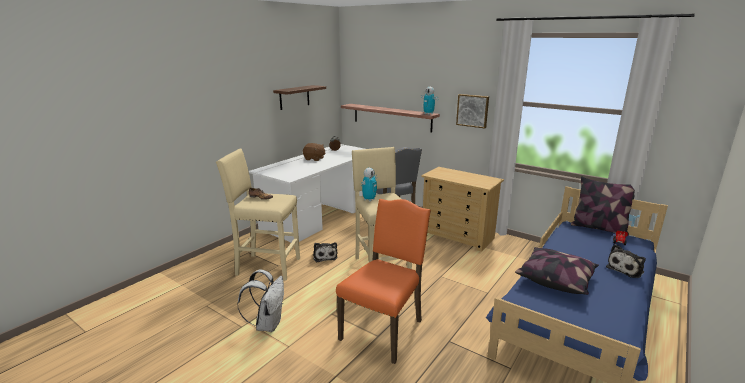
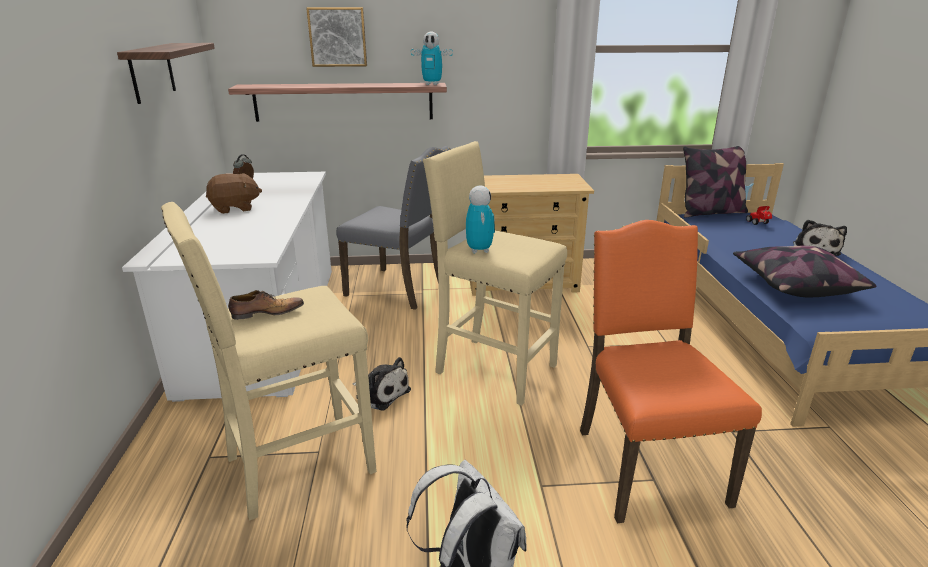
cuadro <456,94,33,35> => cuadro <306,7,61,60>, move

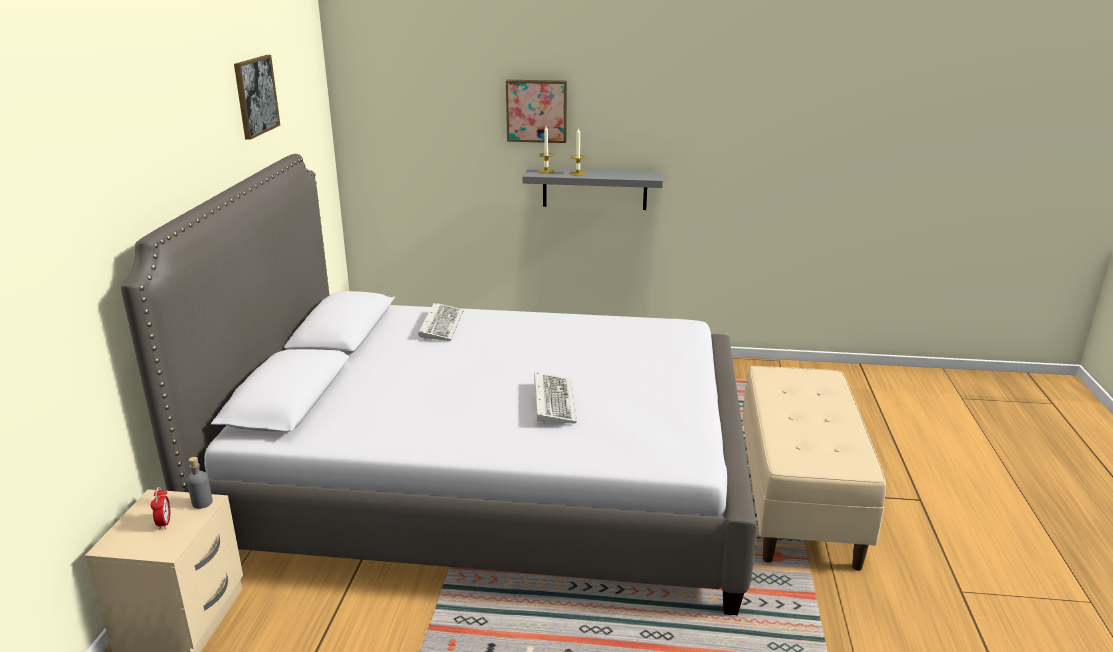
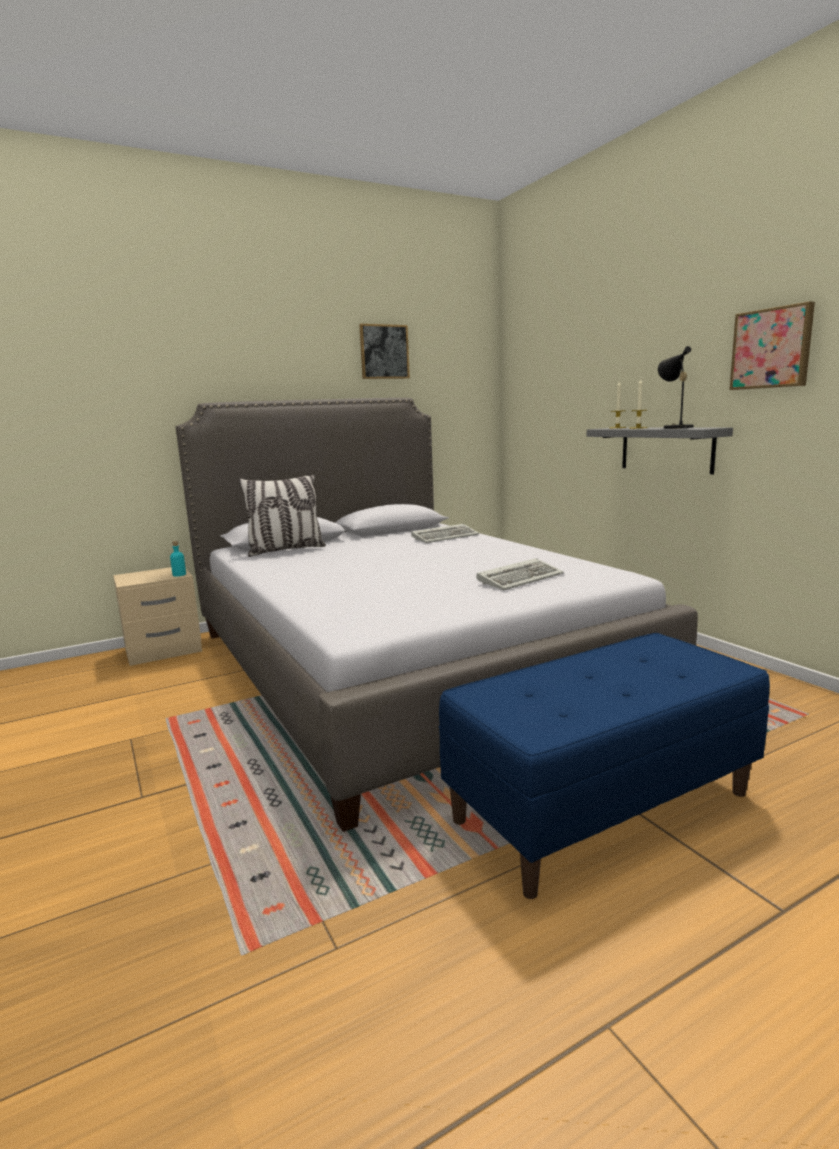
despertador <151,487,19,43> => nothing
botella/gris <187,457,26,52> => botella/turquesa <170,541,16,36>
cuadro <506,80,61,63> => cuadro <729,301,86,89>, move
teclado <534,372,43,52> => teclado <476,558,88,32>, move
banco/beis <742,366,144,205> => banco/azul <439,633,331,266>
nothing => cojín <239,474,87,83>
nothing => lámpara de mesa/negro <658,346,36,83>

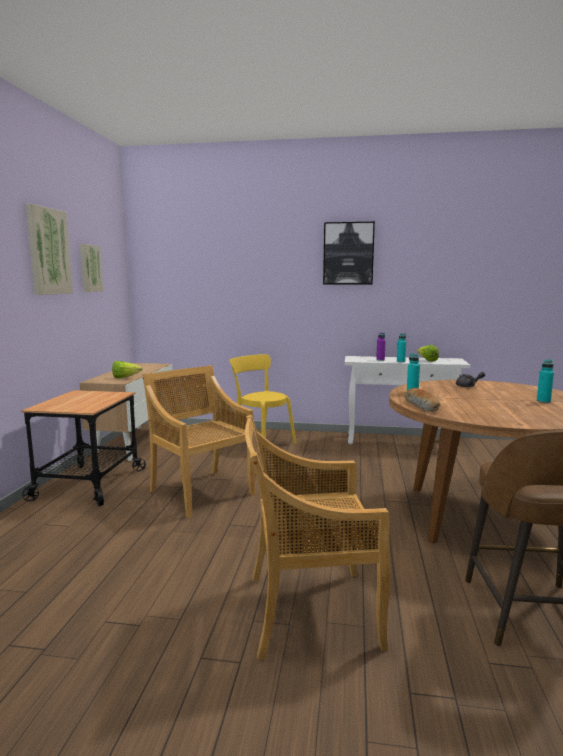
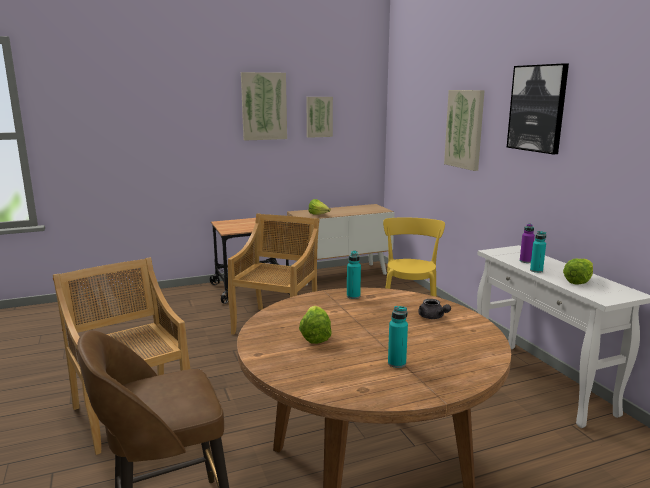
pan <405,388,36,24> => nothing
nothing => lechuga <299,306,33,38>
nothing => cuadro <444,90,41,81>

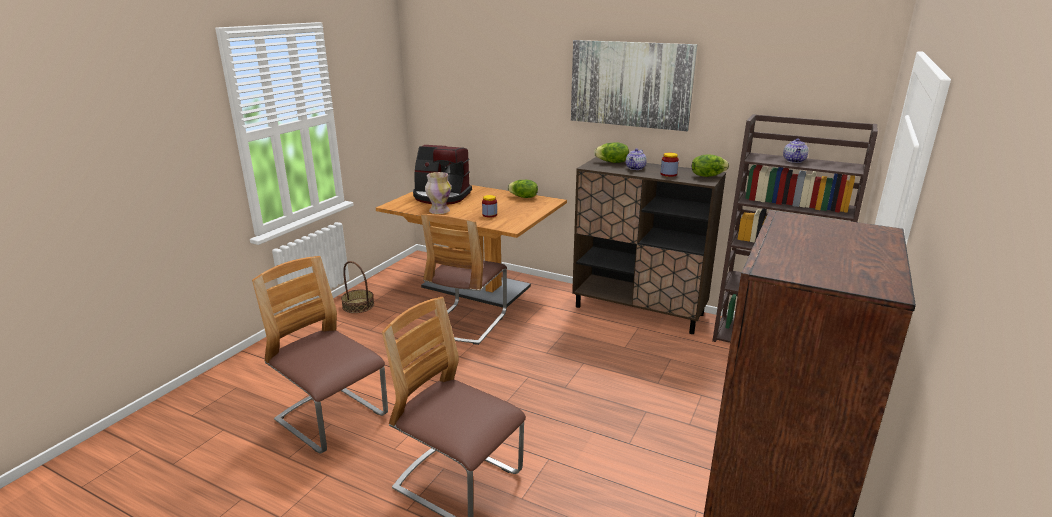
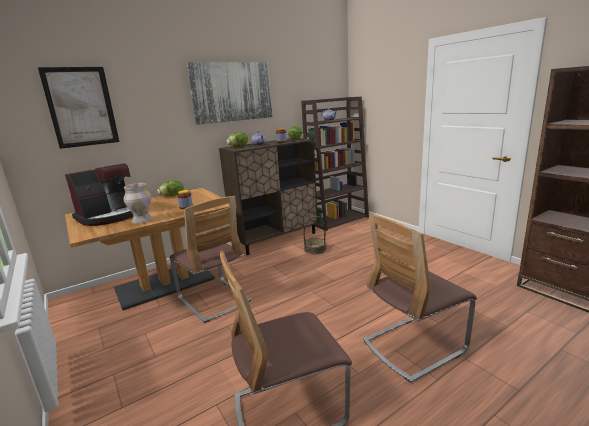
cesta <341,261,33,52> => cesta <303,216,24,38>, move
nothing => cuadro <38,67,81,82>

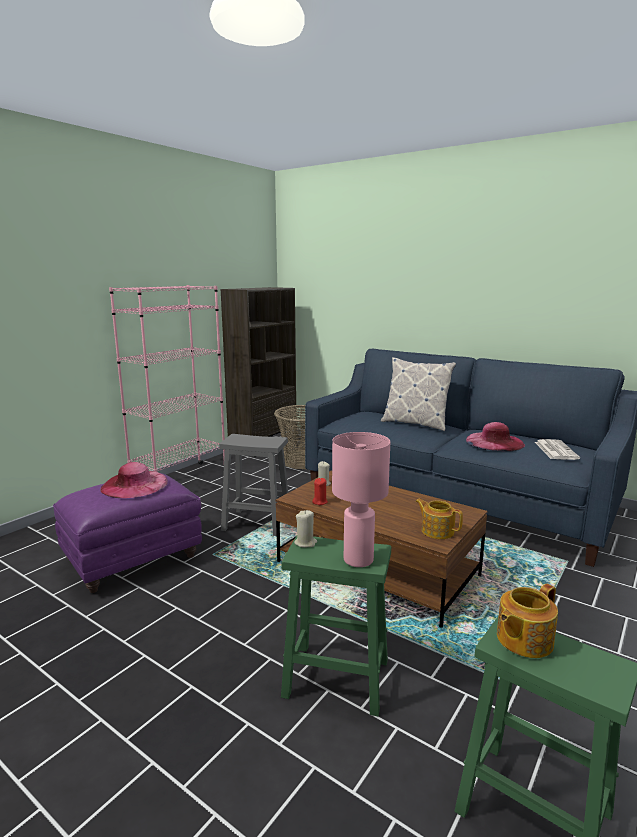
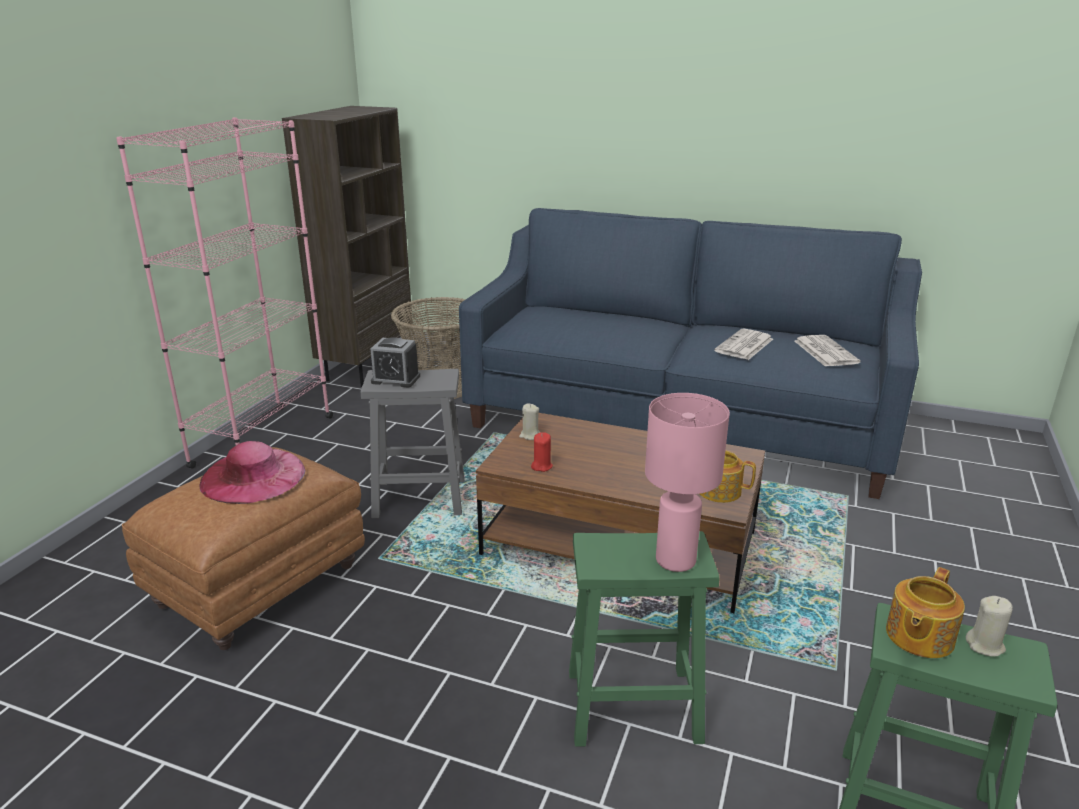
puf/morado <53,473,149,120> => puf/marrón <122,447,243,203>
vela/beis <294,510,23,38> => vela/beis <966,596,47,61>, move
cojín <381,357,75,74> => nothing
sombrero/rosa <466,422,59,29> => periódico <714,329,59,31>
nothing => despertador <370,337,50,50>

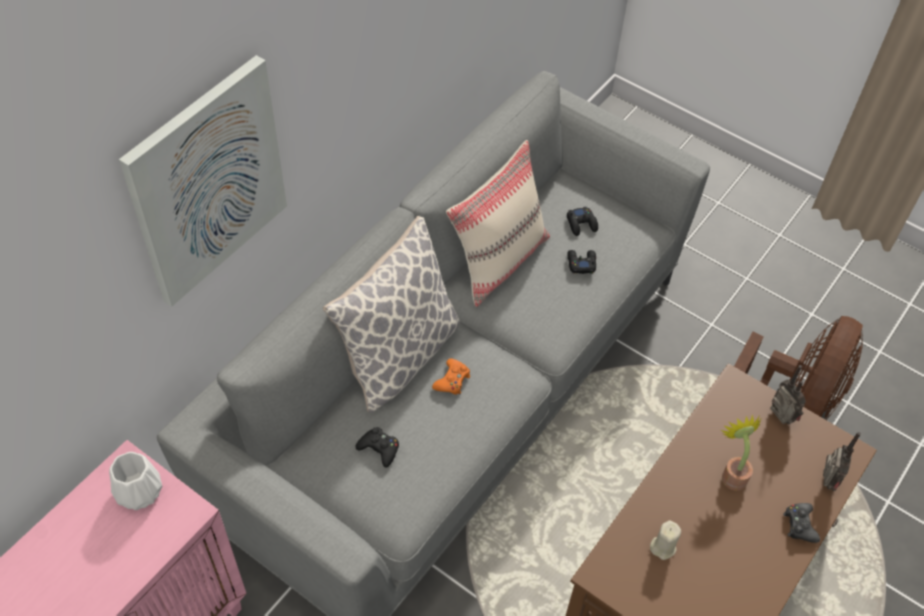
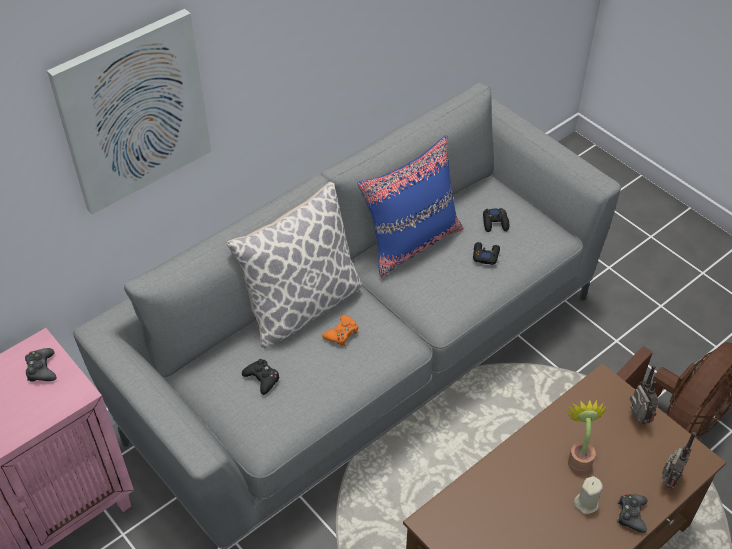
florero/blanco <109,452,53,58> => mando de consola/negro <25,348,31,34>
cojín/beis <446,140,104,167> => cojín/azul <357,135,107,142>
vela/beis <650,521,31,39> => vela/beis <574,476,29,38>, move

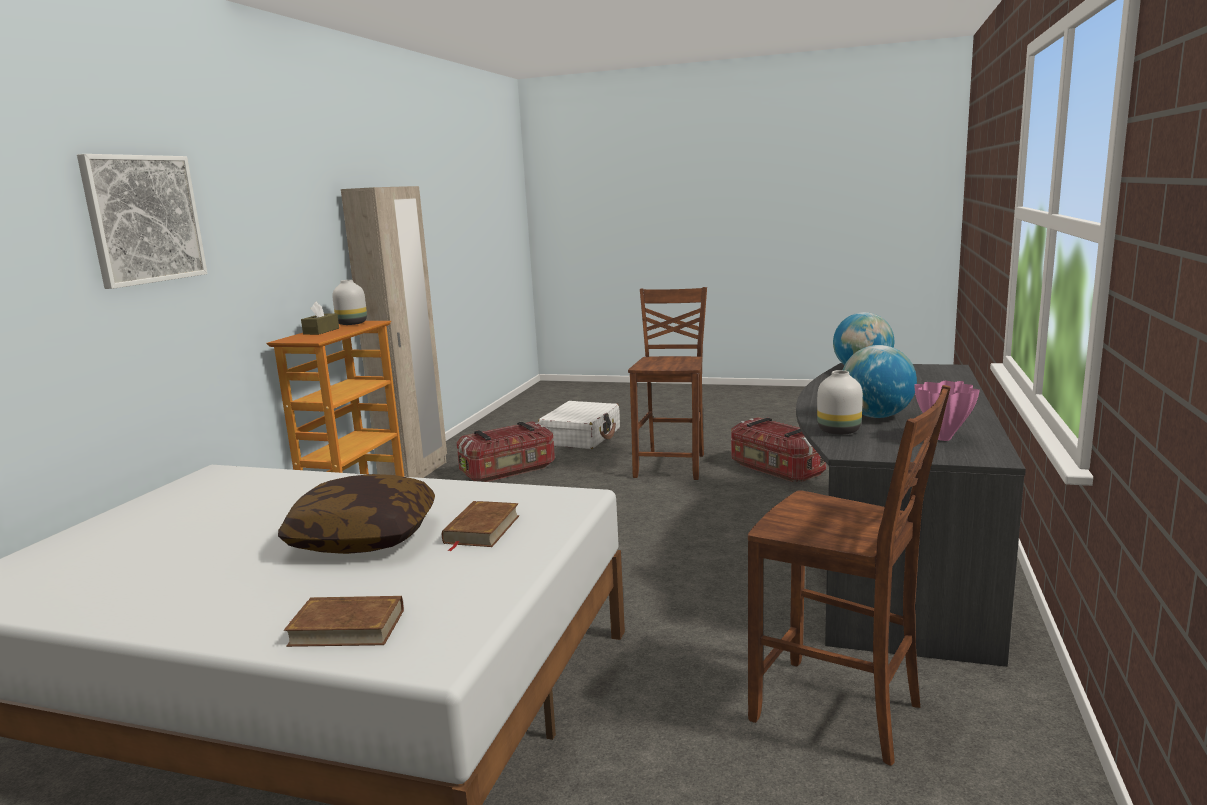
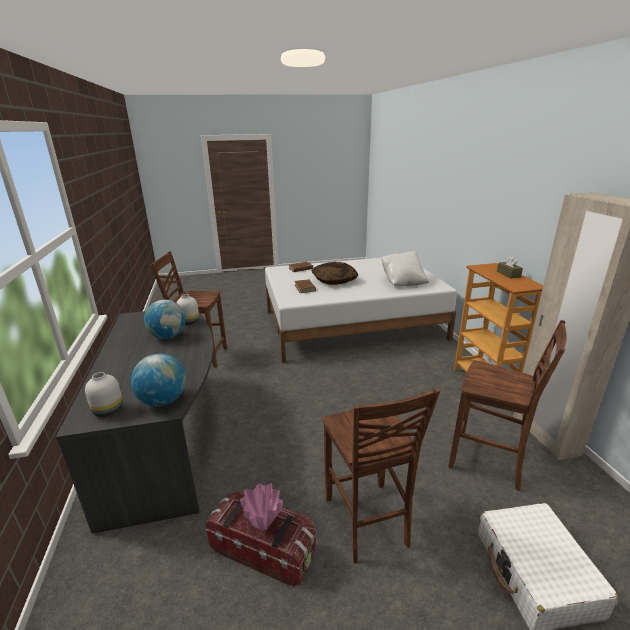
cuadro <77,154,131,135> => nothing
florero/blanco <332,280,35,45> => florero/blanco <85,372,38,45>, move
caja de almacenaje <457,421,98,61> => silla/marrón <448,320,119,171>
florero/rosa <914,381,66,60> => florero/rosa <240,483,43,48>, move
nothing => cojín/blanco <381,251,48,35>

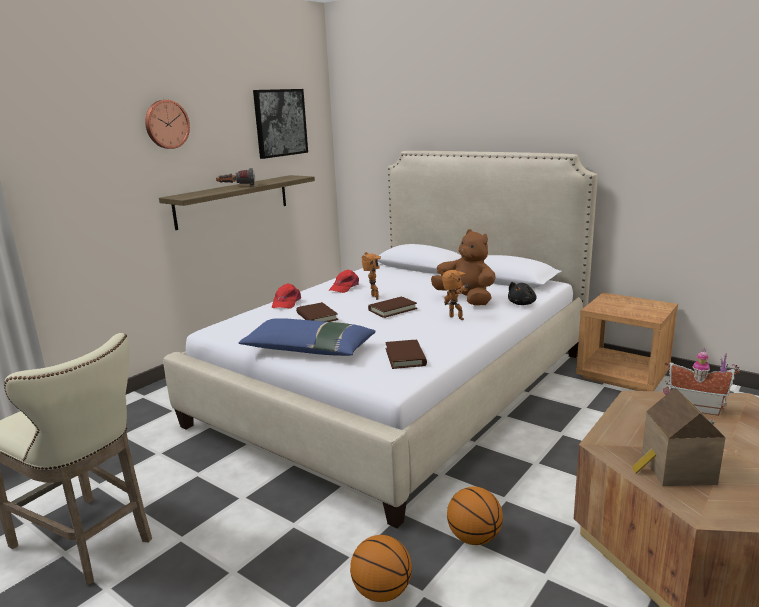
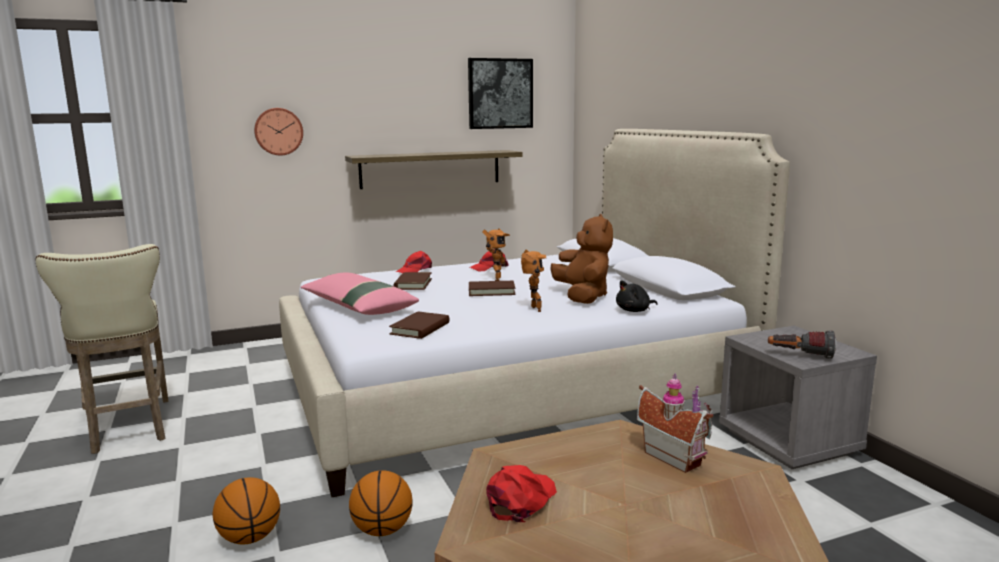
reloj de pared <145,100,45,49> => reloj de pared <254,108,49,48>, move
linterna <216,168,39,18> => linterna <768,330,68,29>, move
cojín/azul <239,318,136,38> => cojín/rosa <300,273,119,42>
mesita de noche/marrón <576,293,102,98> => mesita de noche/gris <719,326,158,143>
casita <631,387,95,99> => gorra/rojo <486,465,71,57>

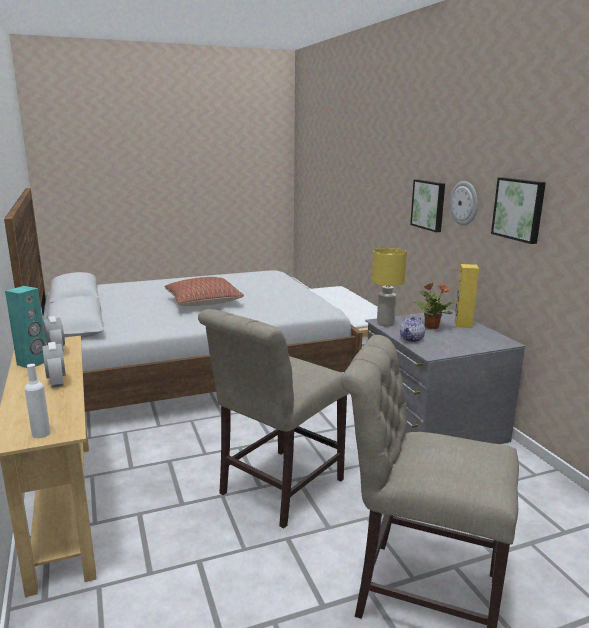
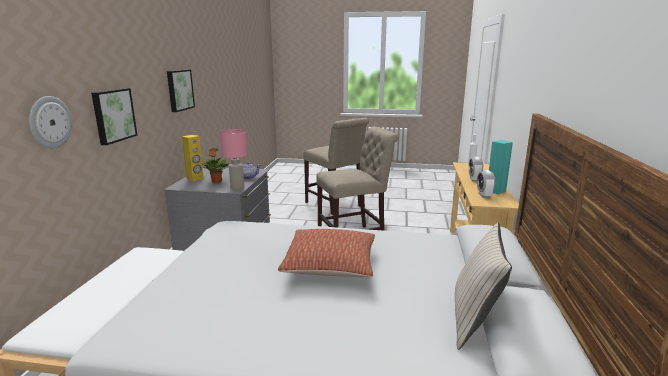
lámpara de mesa/amarillo <372,248,35,79> => lámpara de mesa/rosa <220,129,28,61>
reloj de pared <450,181,28,45> => reloj de pared <29,96,43,52>, move
nothing => cojín/beis <455,223,57,127>

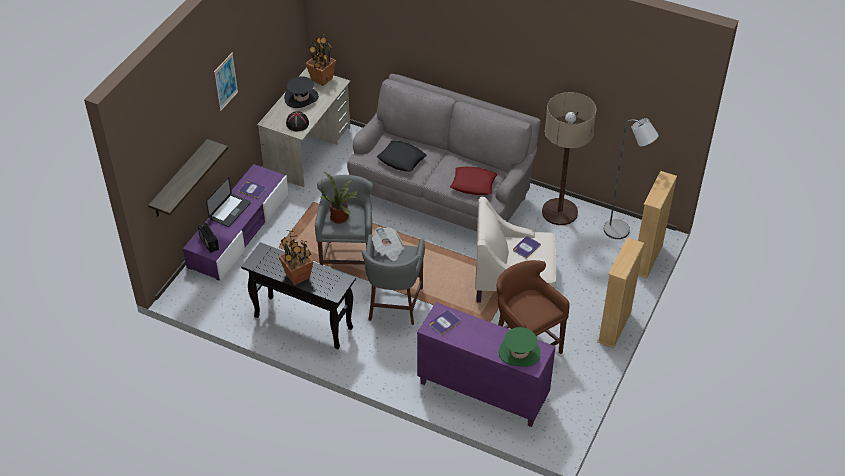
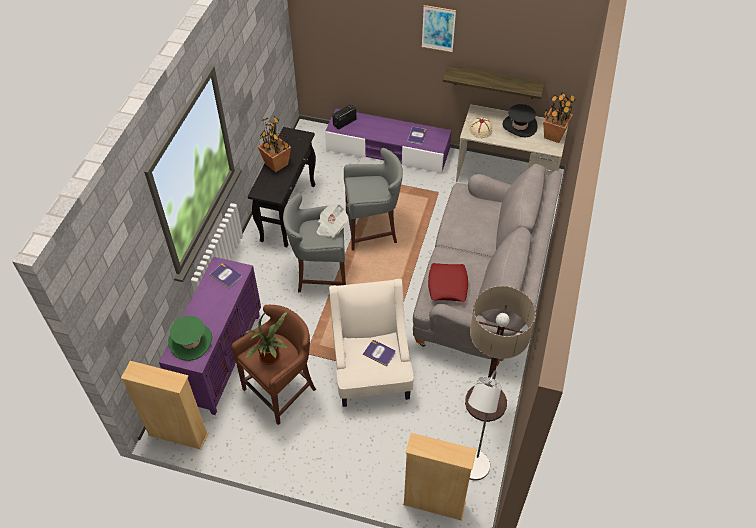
estante <148,139,80,78> => estante <443,65,102,34>, move
portátil <206,177,45,50> => nothing
sombrero/negro <286,111,23,20> => sombrero/beis <470,117,23,21>
planta en maceta <321,172,39,52> => planta en maceta <246,310,42,55>, move
cojín/negro <377,140,50,32> => nothing
estantería/beis <597,237,47,111> => estantería/beis <121,361,88,89>, move

